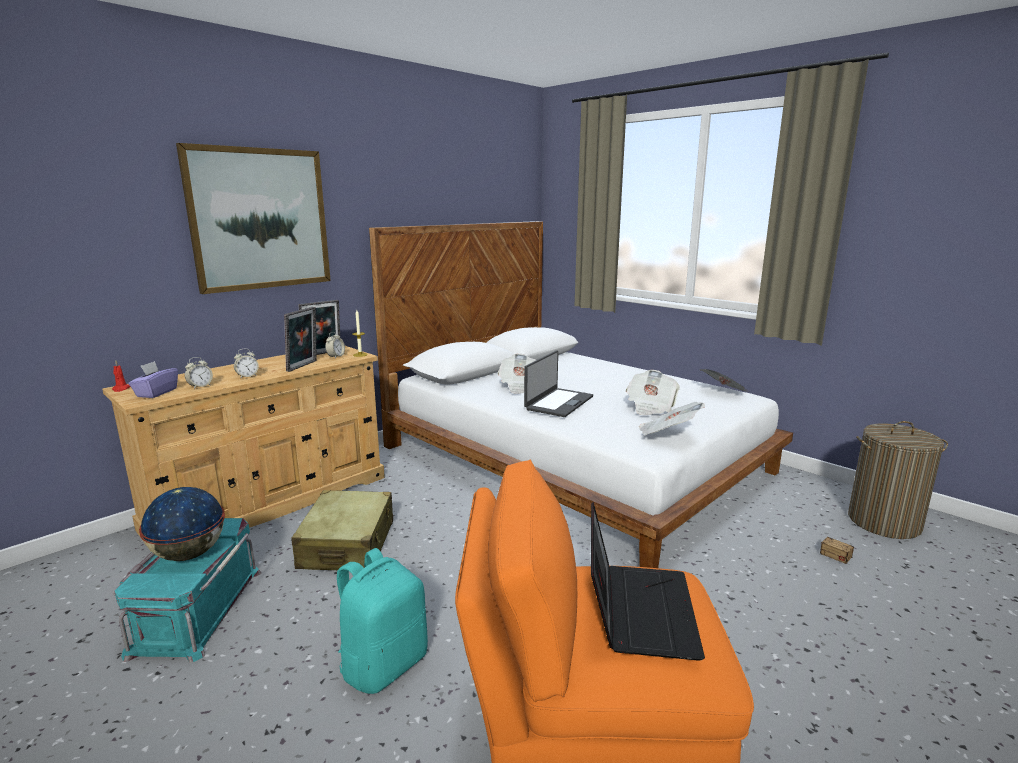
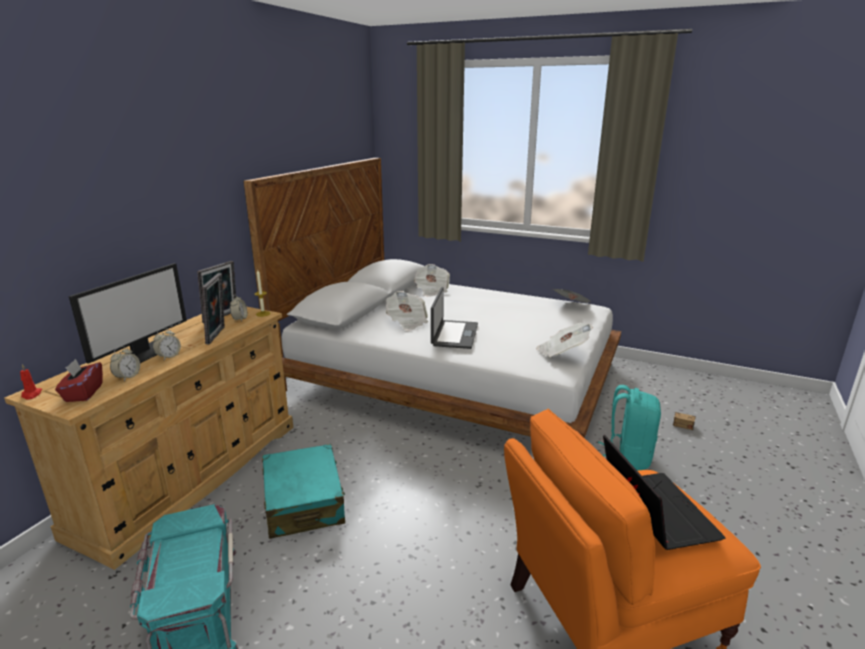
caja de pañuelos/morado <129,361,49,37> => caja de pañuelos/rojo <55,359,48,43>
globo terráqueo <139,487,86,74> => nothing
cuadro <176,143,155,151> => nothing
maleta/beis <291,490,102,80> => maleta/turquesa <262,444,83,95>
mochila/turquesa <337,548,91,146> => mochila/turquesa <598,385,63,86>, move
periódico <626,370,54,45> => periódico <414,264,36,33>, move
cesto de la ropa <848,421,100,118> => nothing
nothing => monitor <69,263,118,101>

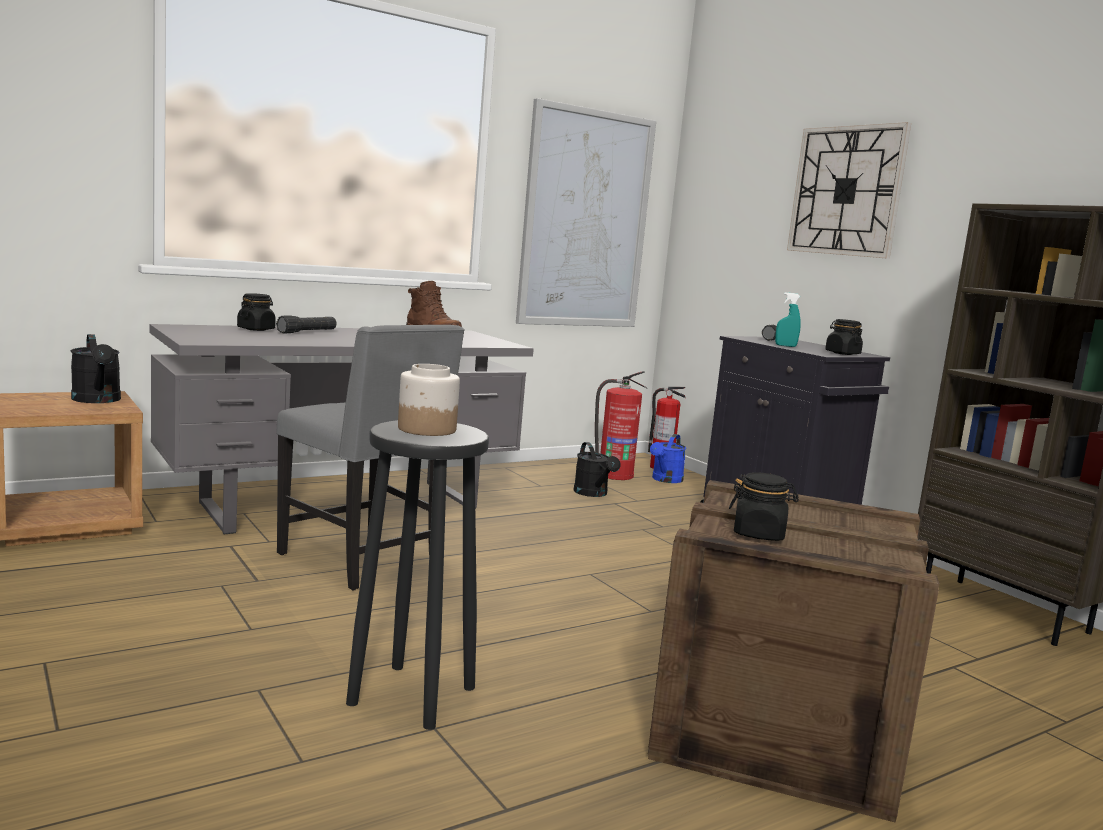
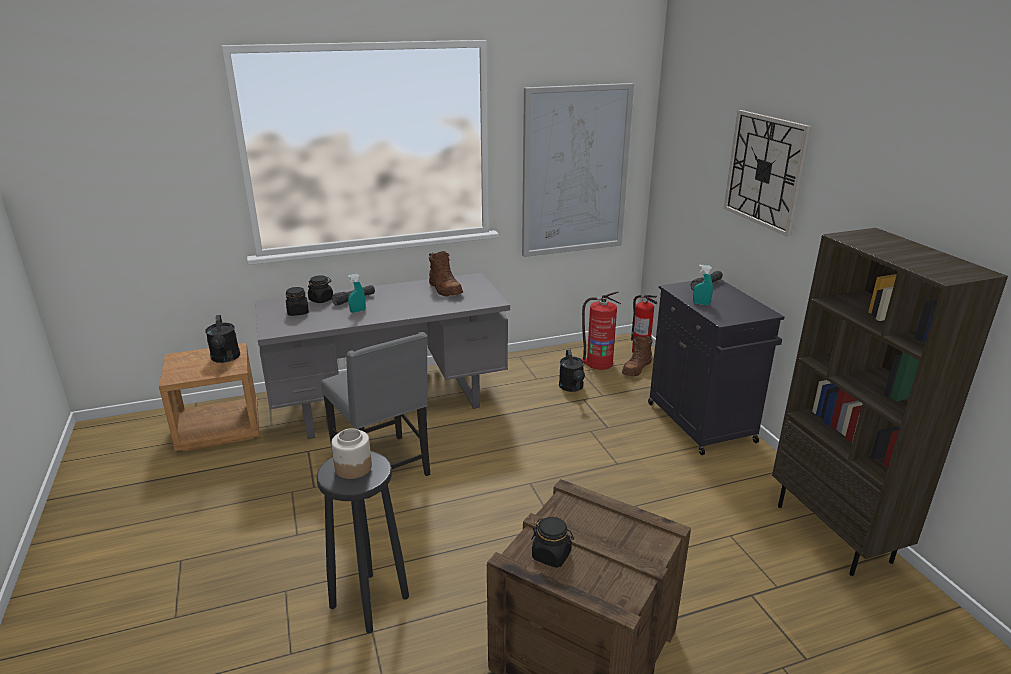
regadera/azul <650,434,36,49> => bota/marrón <622,336,31,40>
tarro/negro <825,319,38,36> => tarro/negro <286,287,23,29>, move
nothing => pulverizador/turquesa <348,274,18,39>

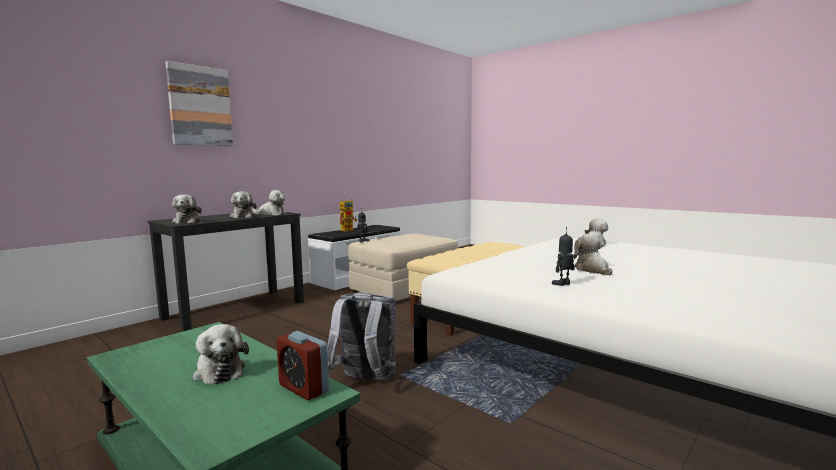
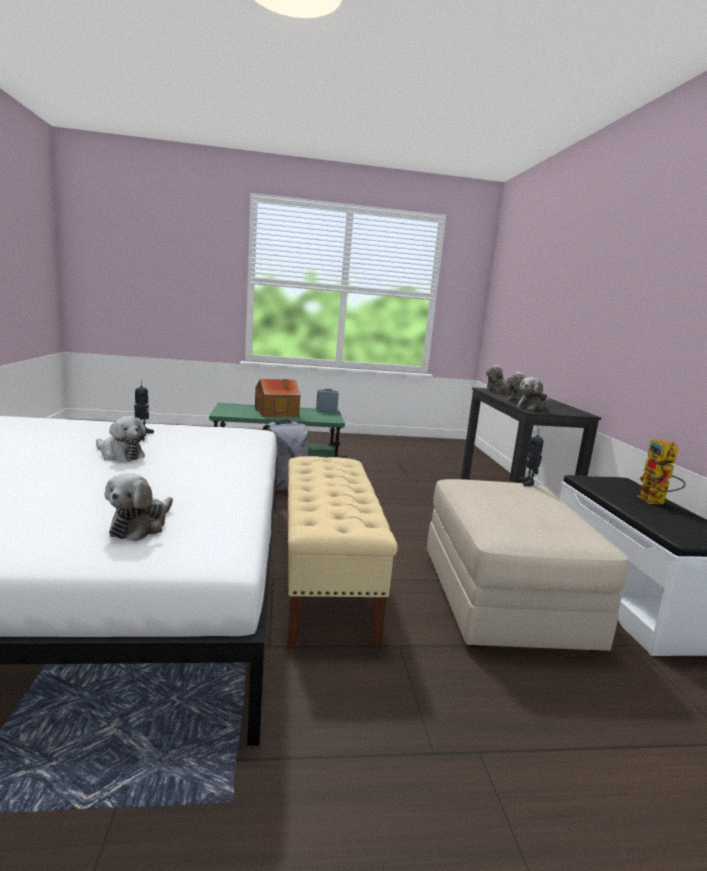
cuadro <165,61,68,85> => nothing
peluche <192,324,57,60> => casita <255,379,46,38>
despertador <276,331,53,69> => despertador <316,388,23,25>, move

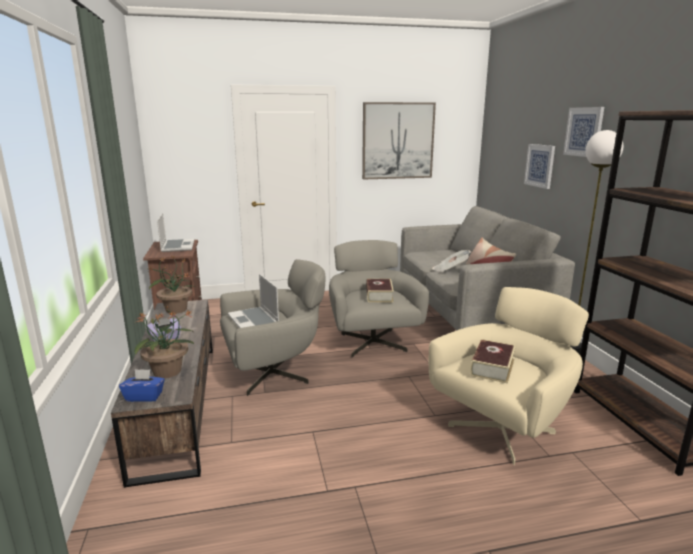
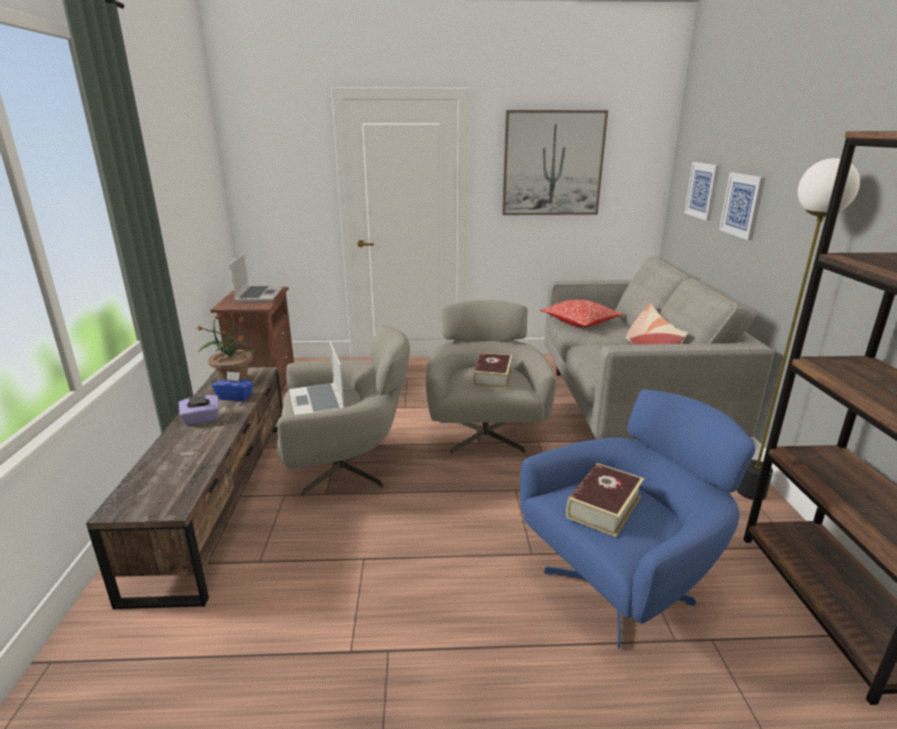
caja de pañuelos/azul <119,369,46,33> => caja de pañuelos/azul <212,371,41,30>, move
planta en maceta <135,306,60,72> => nothing
sillón/beis <429,287,160,178> => sillón/azul <520,389,236,260>
periódico <432,250,39,22> => nothing
cuadro <563,107,41,50> => cuadro <684,162,36,59>, move
nothing => cojín <540,299,83,28>

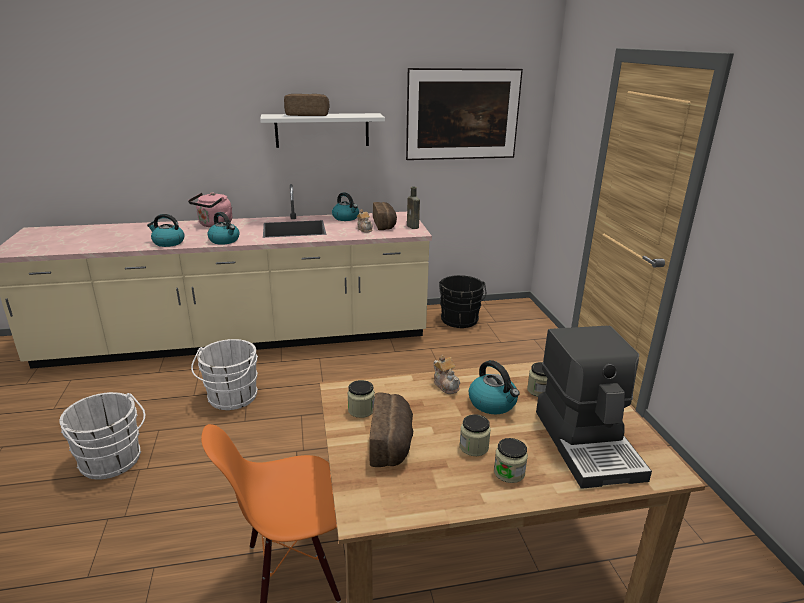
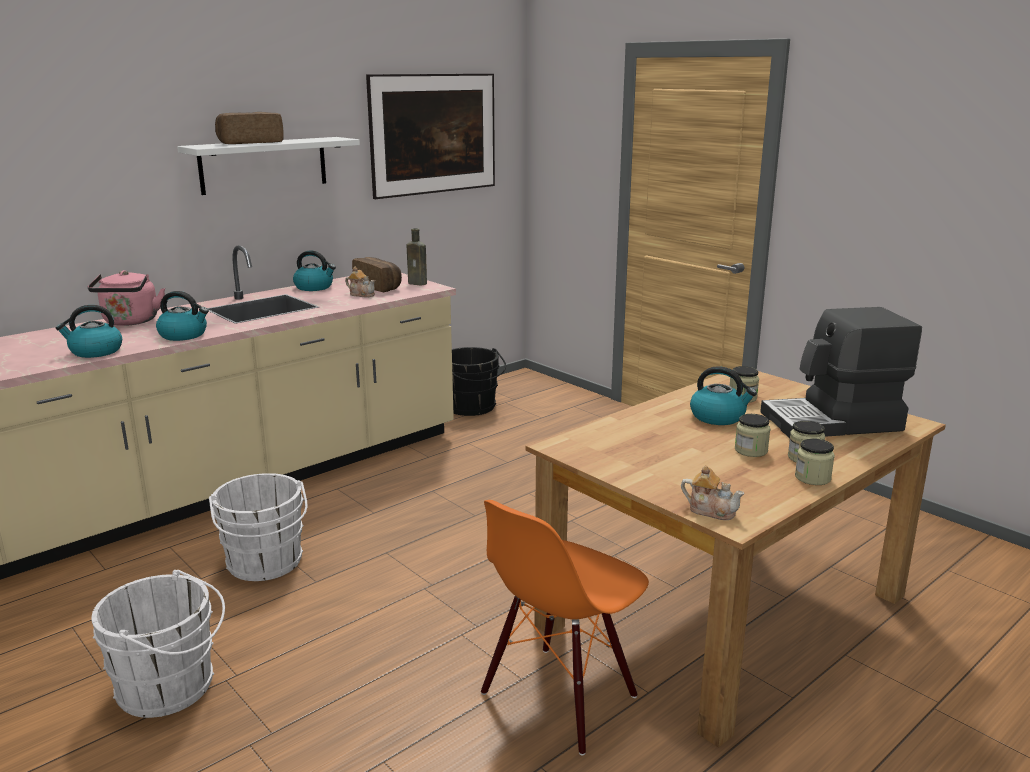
tarro <347,380,28,38> => tarro <795,438,40,47>, move
pan <369,392,44,75> => nothing
tetera <434,355,26,39> => tetera <681,465,64,55>, move
cafetera <536,326,116,163> => cafetera <760,307,162,131>, 120 degrees clockwise

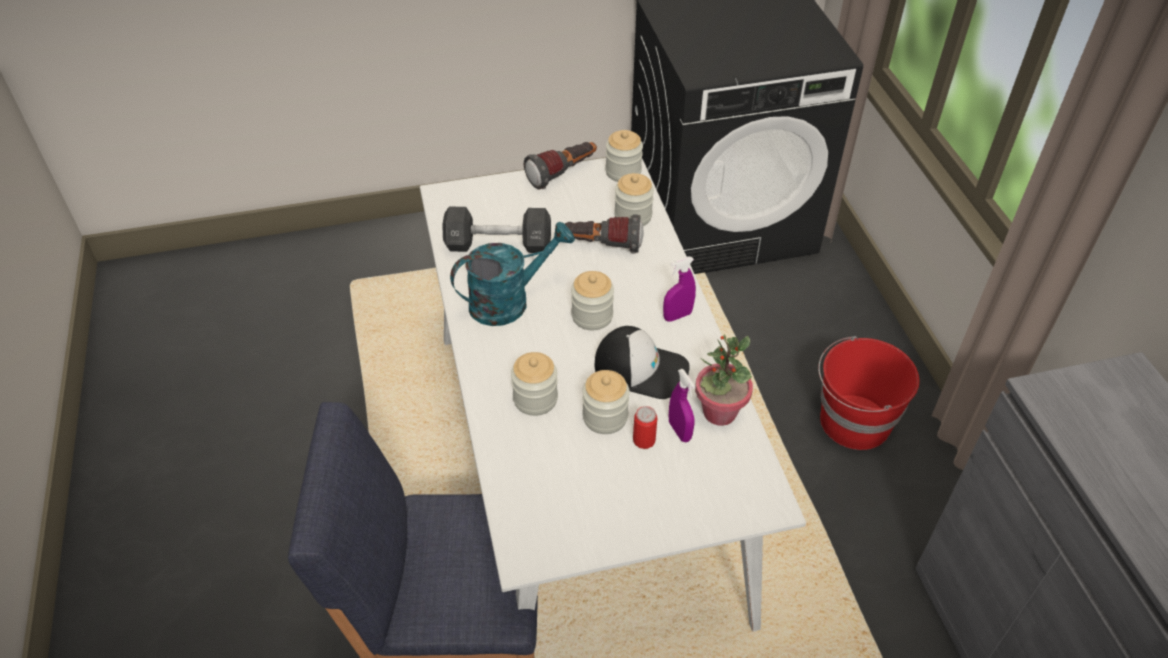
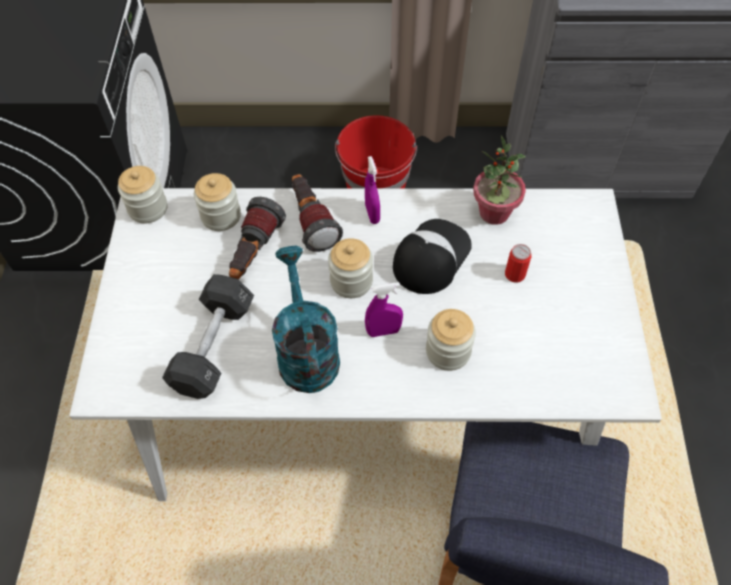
linterna <524,142,73,48> => linterna <292,174,51,78>, move
tarro <582,370,48,64> => nothing
pulverizador/morado <669,369,26,73> => pulverizador/morado <365,282,38,55>, move

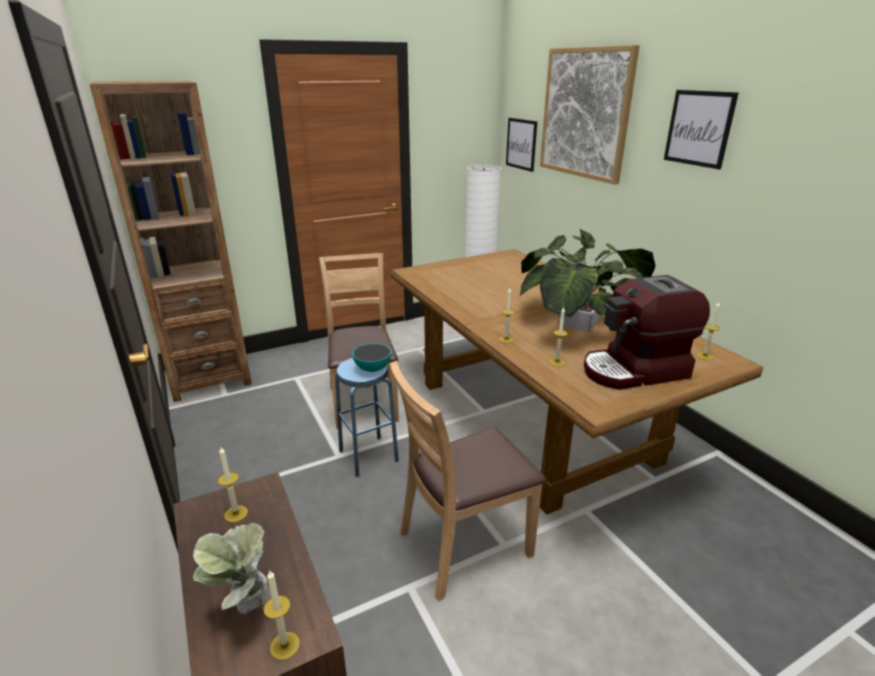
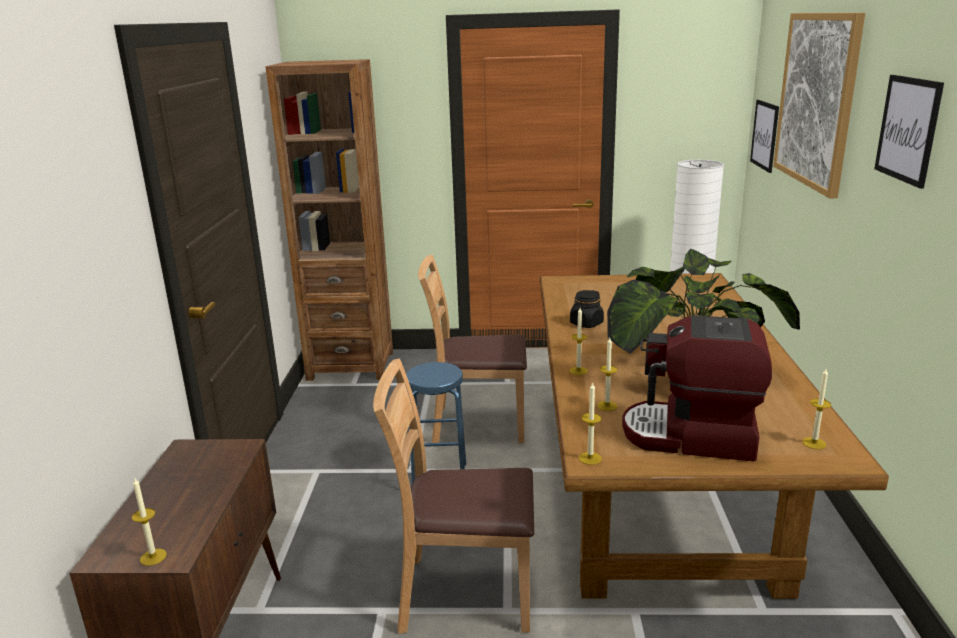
planta en maceta <193,523,78,92> => nothing
vela <218,447,30,75> => vela <579,382,23,83>, move
silla/marrón <318,253,81,176> => silla/marrón <418,255,109,188>, 105 degrees counterclockwise
cuenco <352,343,39,29> => nothing
nothing => tarro/negro <570,290,34,38>

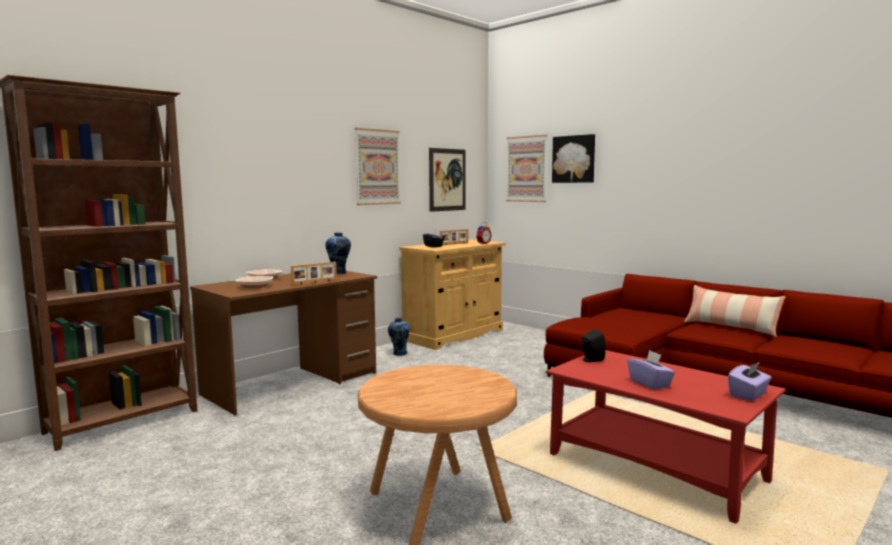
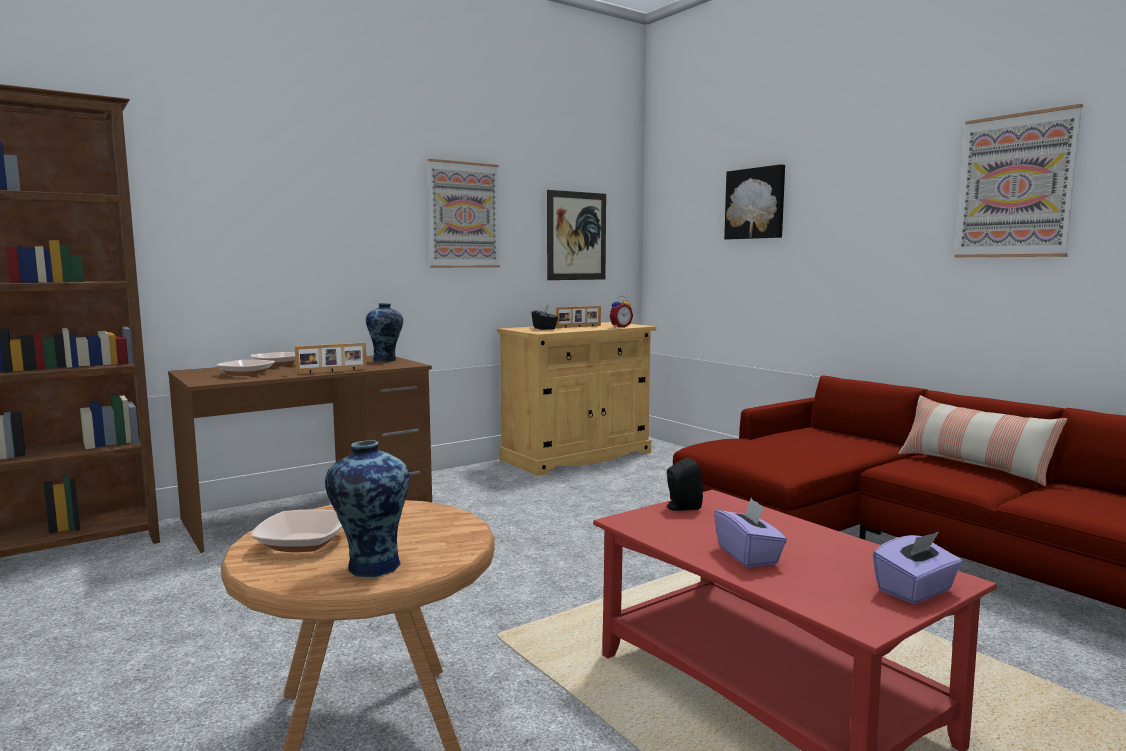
florero <388,317,22,39> => florero <325,440,84,137>, move
cuadro <506,135,41,67> => cuadro <954,104,129,153>, move
nothing => cuenco <251,510,91,42>

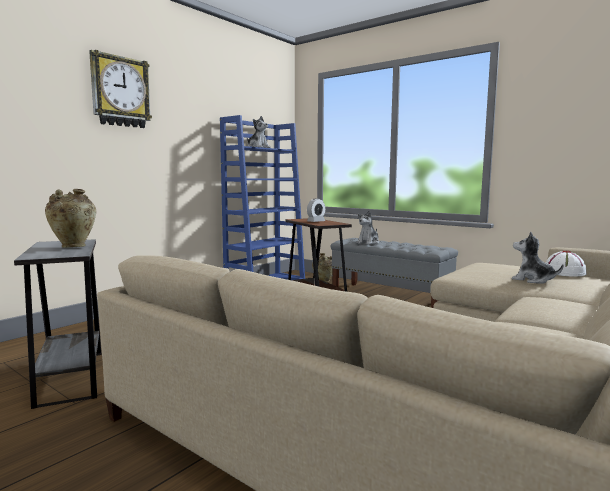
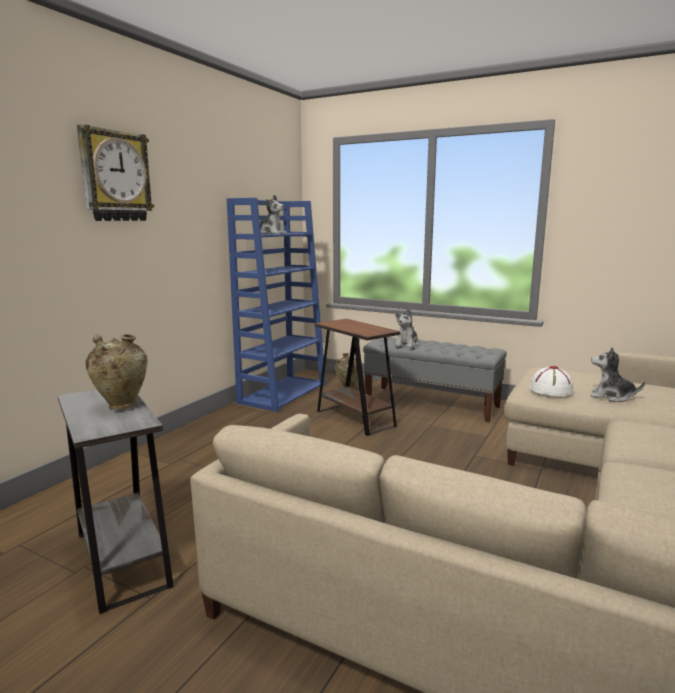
despertador <307,198,18,24> => nothing
sombrero/blanco <546,251,41,26> => sombrero/blanco <529,366,44,30>, move

